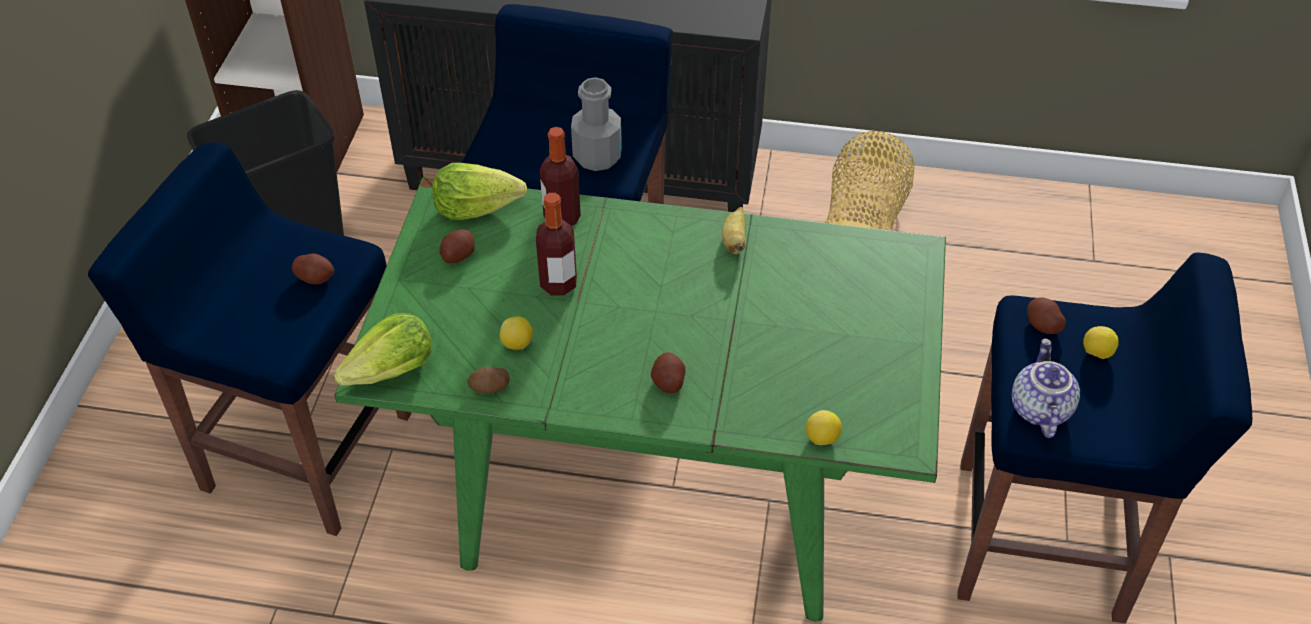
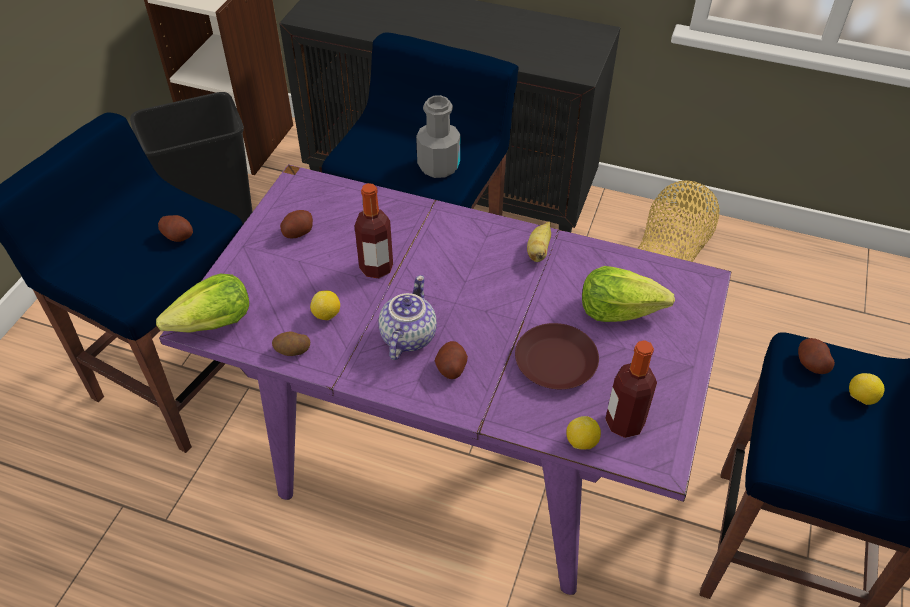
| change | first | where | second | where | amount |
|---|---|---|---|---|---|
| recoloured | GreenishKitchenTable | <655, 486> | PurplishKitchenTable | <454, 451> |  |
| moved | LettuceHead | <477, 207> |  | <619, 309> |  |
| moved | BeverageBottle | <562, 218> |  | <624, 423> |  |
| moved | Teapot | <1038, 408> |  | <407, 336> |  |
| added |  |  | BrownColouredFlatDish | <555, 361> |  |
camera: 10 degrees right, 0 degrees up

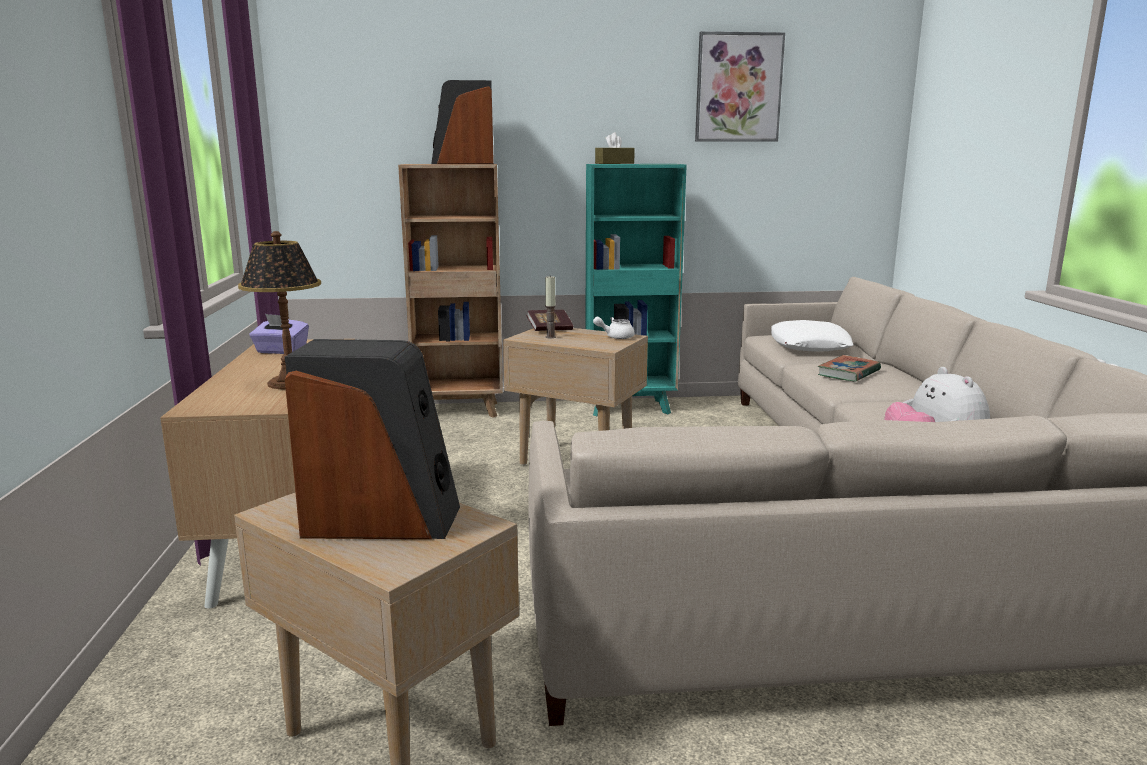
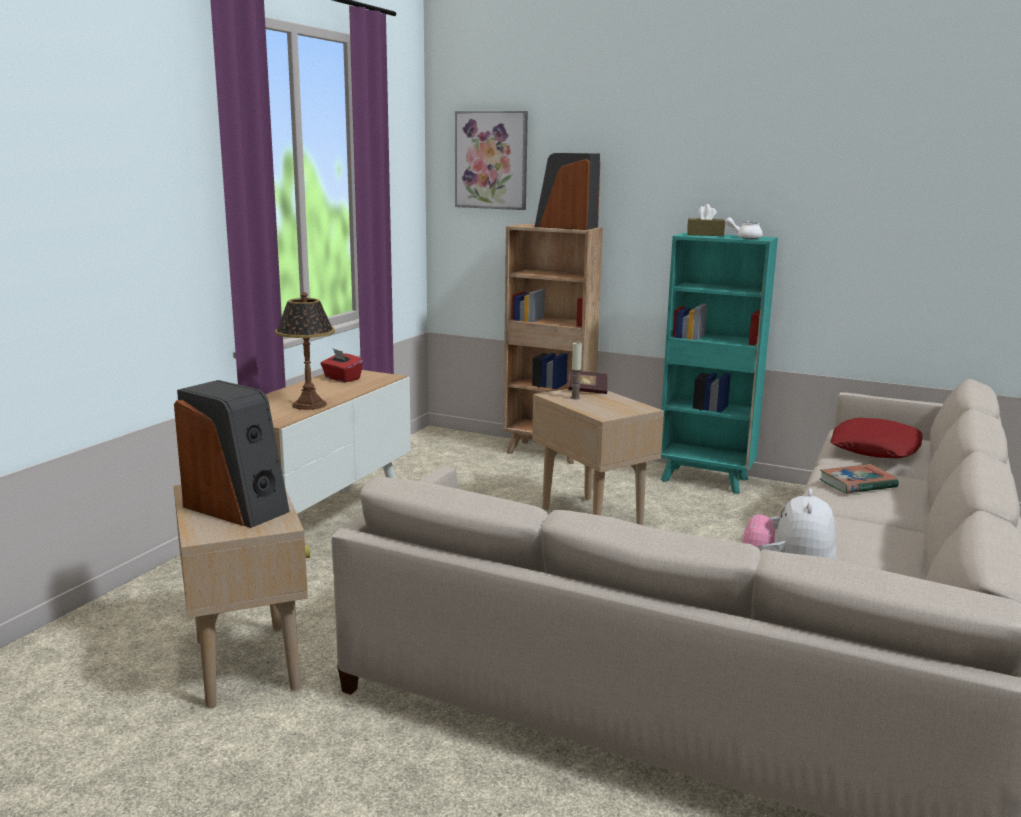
| change | first | where | second | where | amount |
|---|---|---|---|---|---|
| recoloured | PurplishTissueBox | <281, 351> | RedTissueBox | <342, 378> |  |
| moved | WhiteColouredTeapot | <615, 337> |  | <745, 237> |  |
| moved | WallArt | <738, 88> |  | <491, 160> |  |
| recoloured | WhiteColouredThrowPillow | <809, 345> | RedThrowPillow | <875, 448> |  |
camera: 30 degrees right, 0 degrees up

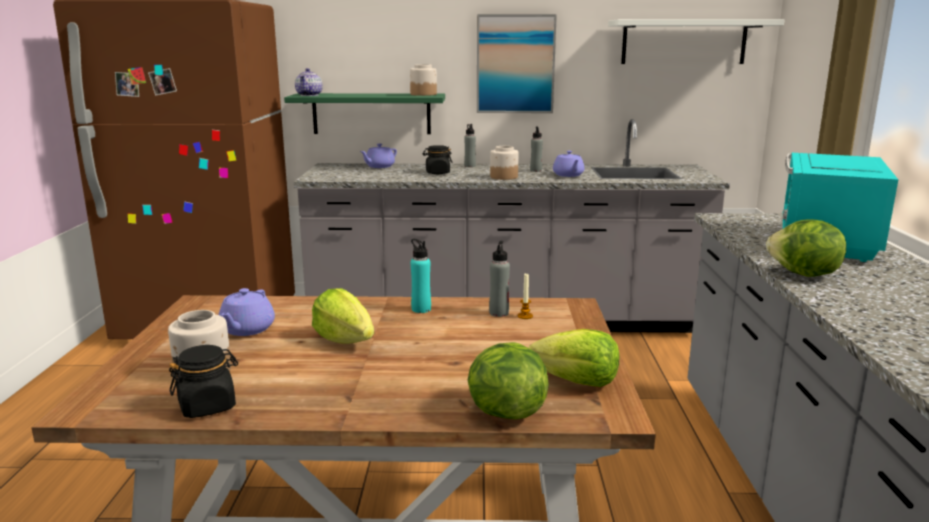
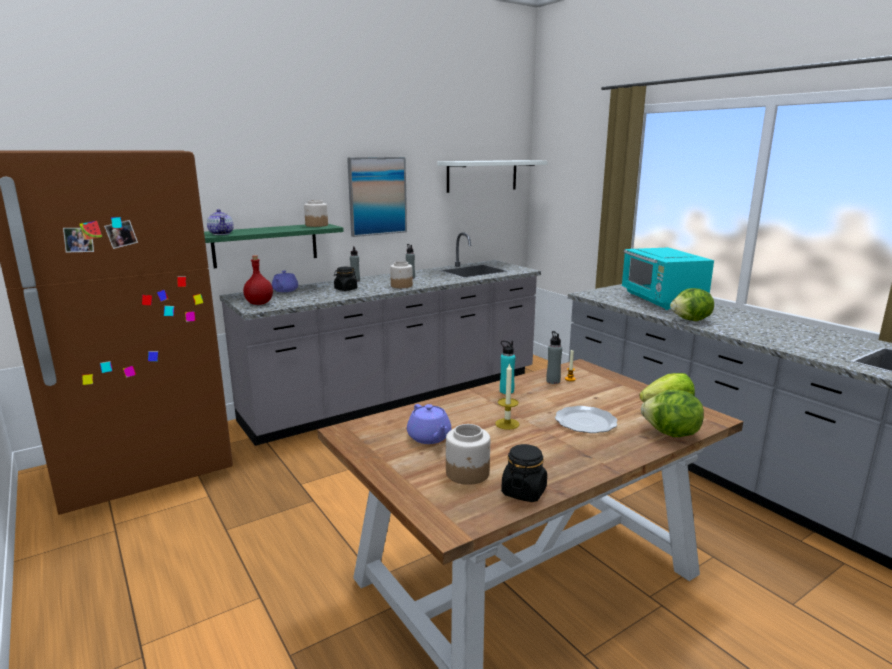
| change | first | where | second | where | amount |
|---|---|---|---|---|---|
| replaced | LettuceHead | <345, 340> | WaxCandle | <507, 424> |  |
| removed | PurplishTeapot | <568, 175> |  |  |  |
| added |  |  | RedBeverageBottle | <259, 303> |  |
| added |  |  | FlatDish | <586, 422> |  |
camera: 35 degrees left, 0 degrees up

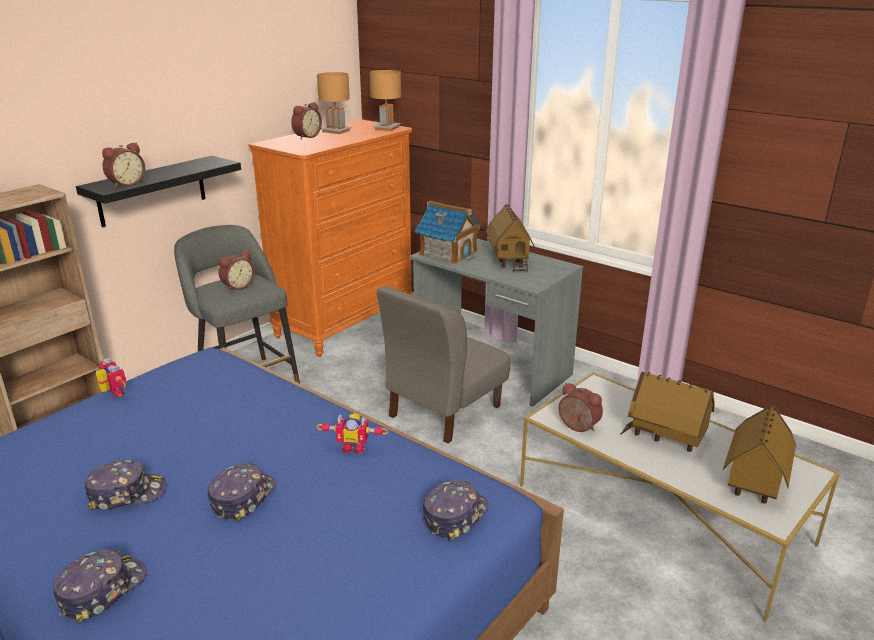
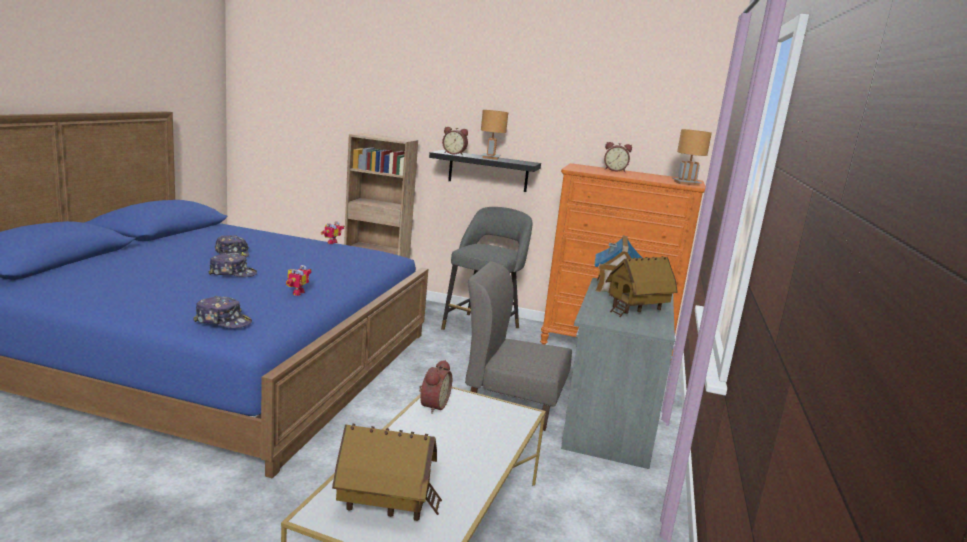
| change | first | where | second | where | amount |
|---|---|---|---|---|---|
| removed | Cap | <102, 590> |  |  |  |
| removed | TableClock | <237, 286> |  |  |  |
| moved | BrownColouredTableLamp | <336, 131> |  | <491, 158> |  |
| turned | RobotFigure | <354, 447> |  | <296, 292> | 150 degrees counterclockwise |
| removed | MiniatureHouse | <665, 438> |  |  |  |
camera: 65 degrees right, 10 degrees down

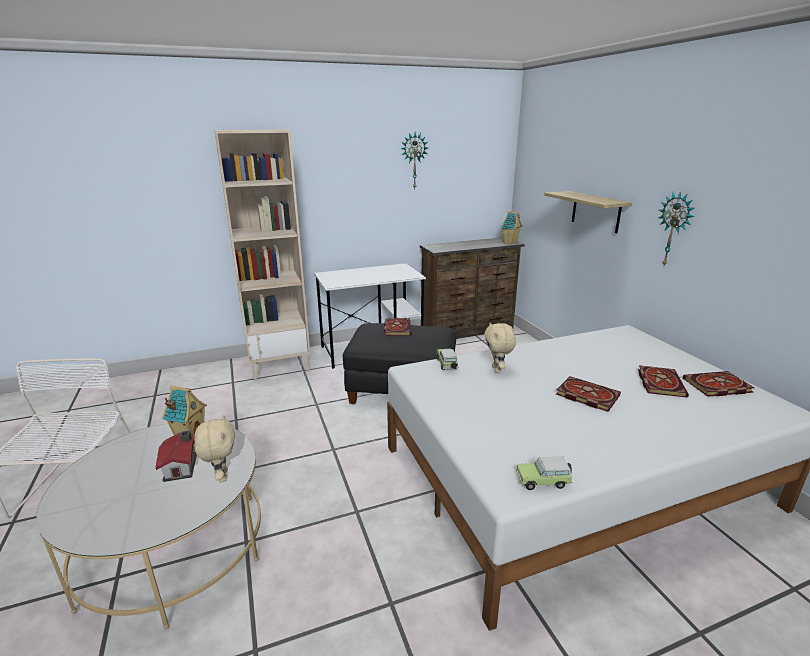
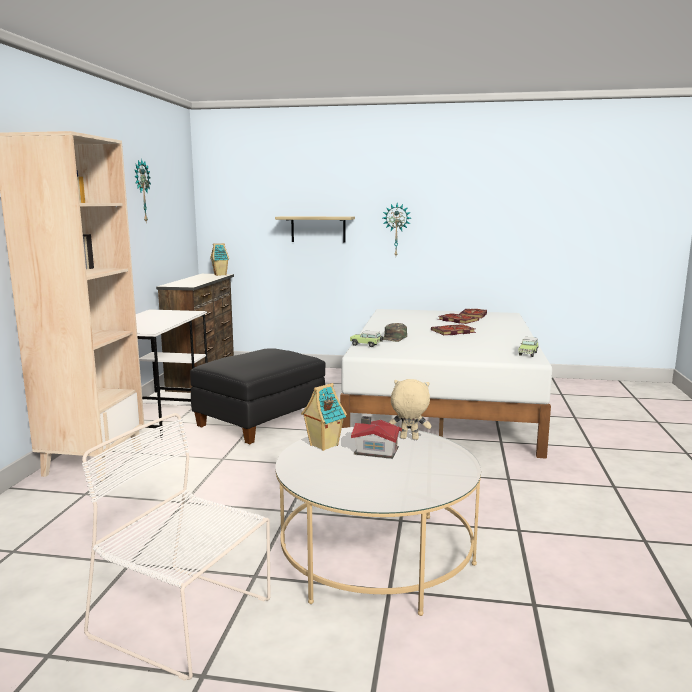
| change | first | where | second | where | amount |
|---|---|---|---|---|---|
| removed | Volume | <396, 328> |  |  |  |
| replaced | SandColouredCuddlyToy | <497, 370> | GreenishCap | <394, 338> |  |
camera: 60 degrees left, 10 degrees down

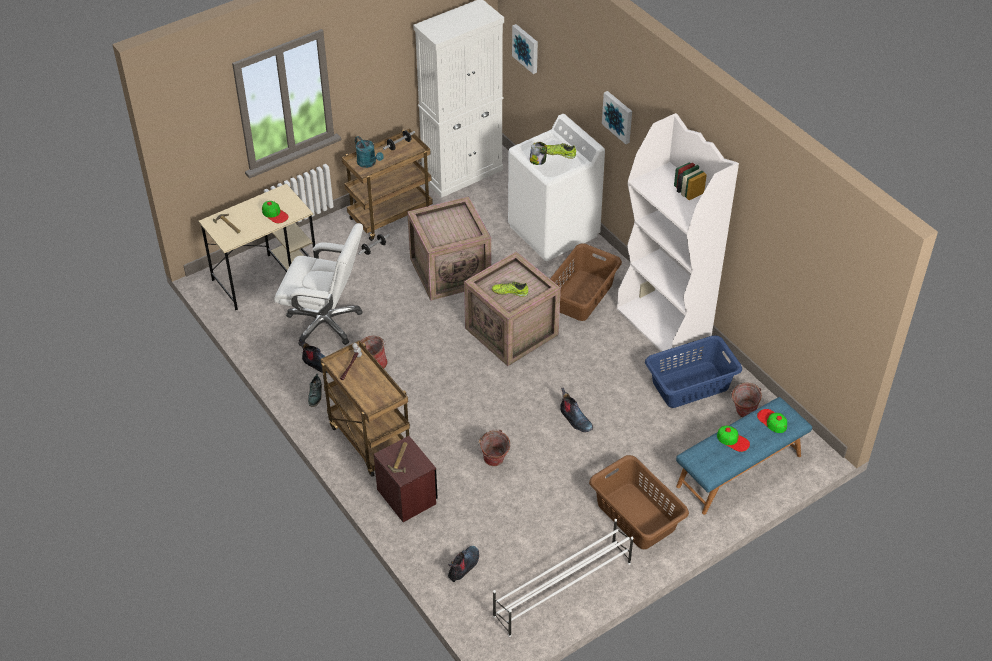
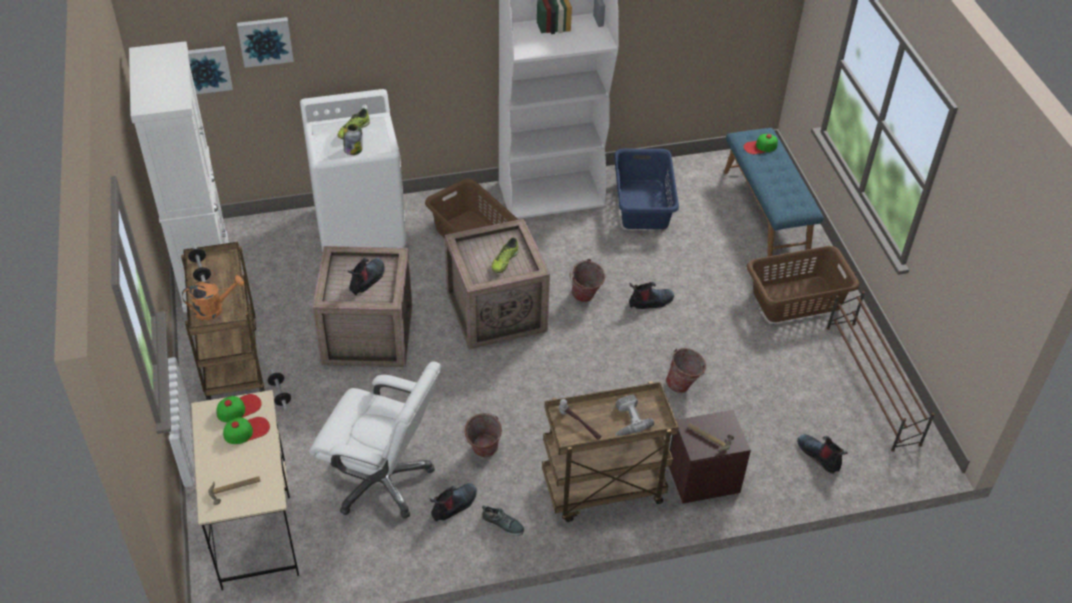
| change | first | where | second | where | amount |
|---|---|---|---|---|---|
| turned | WhiteColouredComputerChair | <325, 322> |  | <382, 480> | 75 degrees clockwise |
| recoloured | TurquoiseColouredWateringPot | <368, 163> | OrangeWateringPot | <214, 309> |  |
| recoloured | WhiteColouredShoeRack | <561, 589> | BrownColouredShoeRack | <872, 385> |  |
| moved | WallArt | <618, 116> |  | <265, 40> |  |
| moved | Cap | <733, 440> |  | <239, 408> |  |
| moved | Pail | <742, 413> |  | <585, 298> |  |
| added |  |  | HighTopBoot | <367, 280> |  |
| added |  |  | ElectricDrill | <627, 420> |  |
camera: 70 degrees left, 0 degrees up

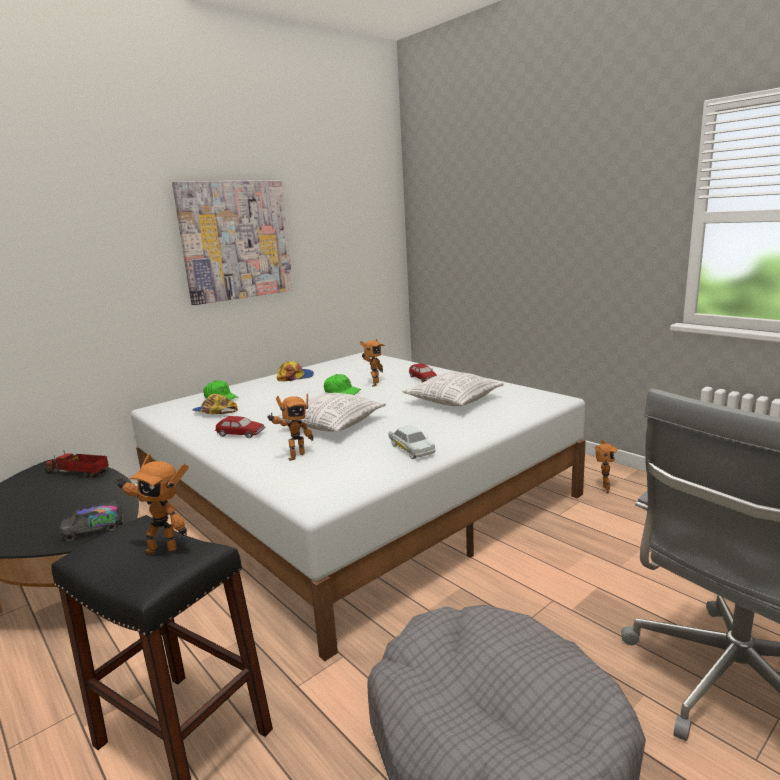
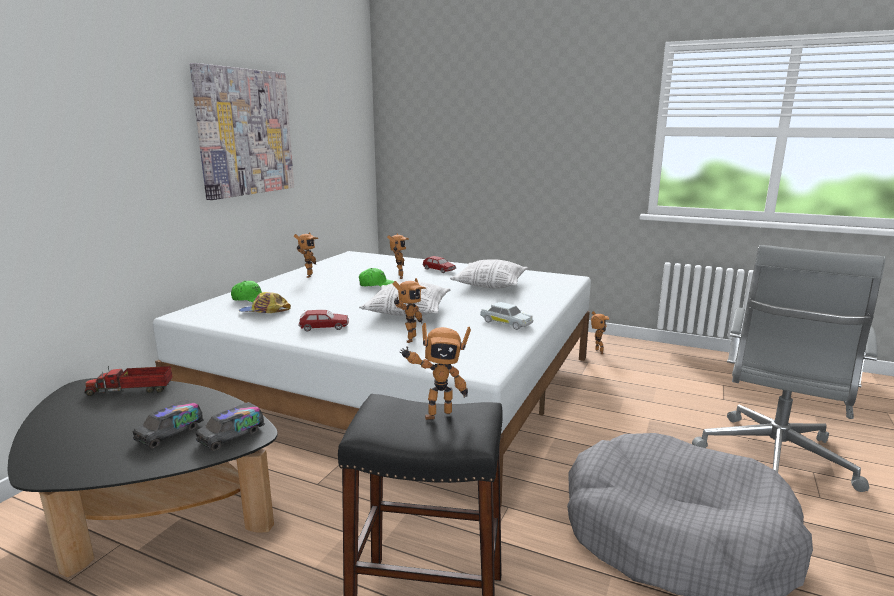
| change | first | where | second | where | amount |
|---|---|---|---|---|---|
| replaced | Cap | <295, 377> | RobotFigure | <307, 276> |  |
| added |  |  | ToyLorry | <170, 433> |  |
camera: 25 degrees left, 0 degrees up

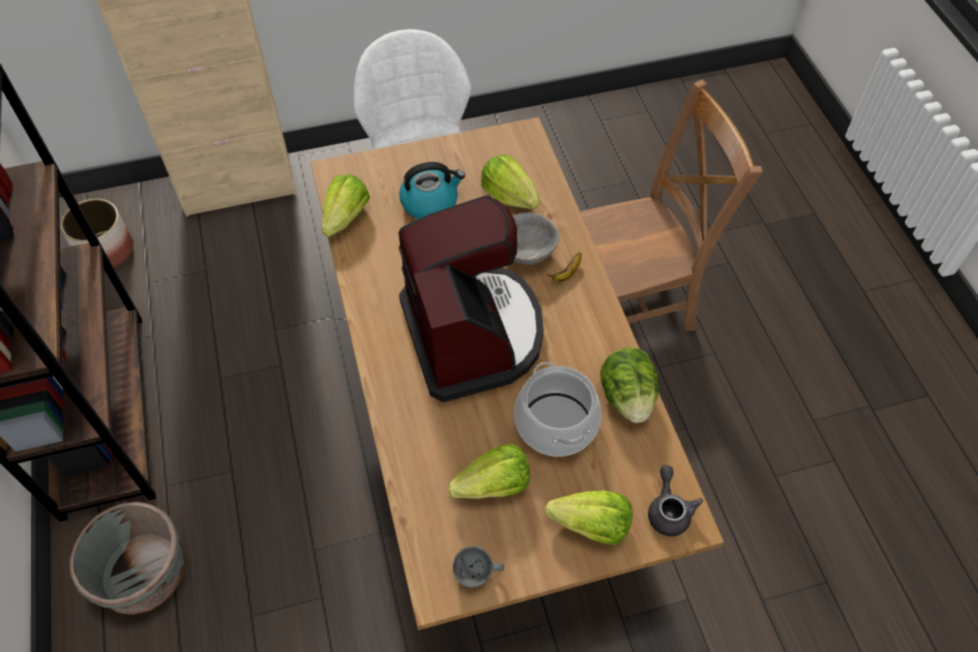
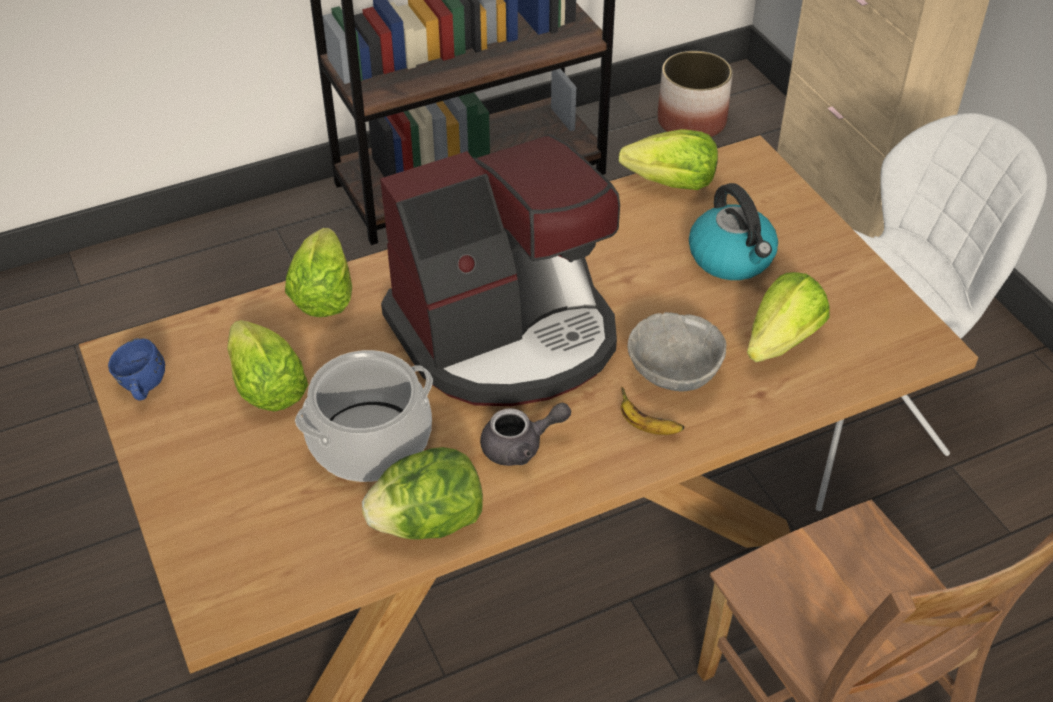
| change | first | where | second | where | amount |
|---|---|---|---|---|---|
| removed | GreyishFlowerPot | <145, 574> |  |  |  |
| recoloured | GreyishCoffeeMug | <478, 575> | BlueColouredCoffeeMug | <140, 388> |  |
| moved | LettuceHead | <591, 526> |  | <323, 295> |  |
| moved | GreyishTeapot | <668, 510> |  | <521, 446> |  |
camera: 80 degrees right, 10 degrees down

